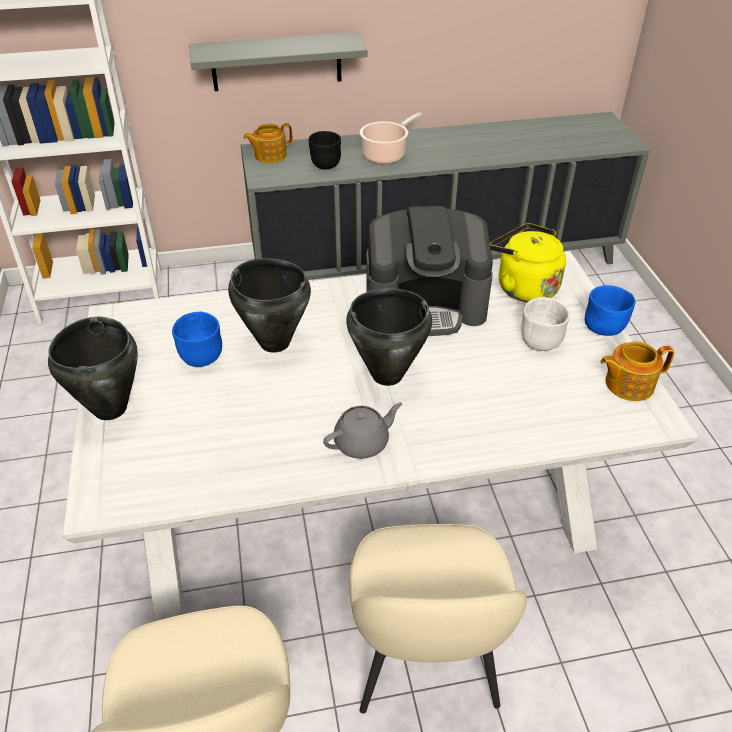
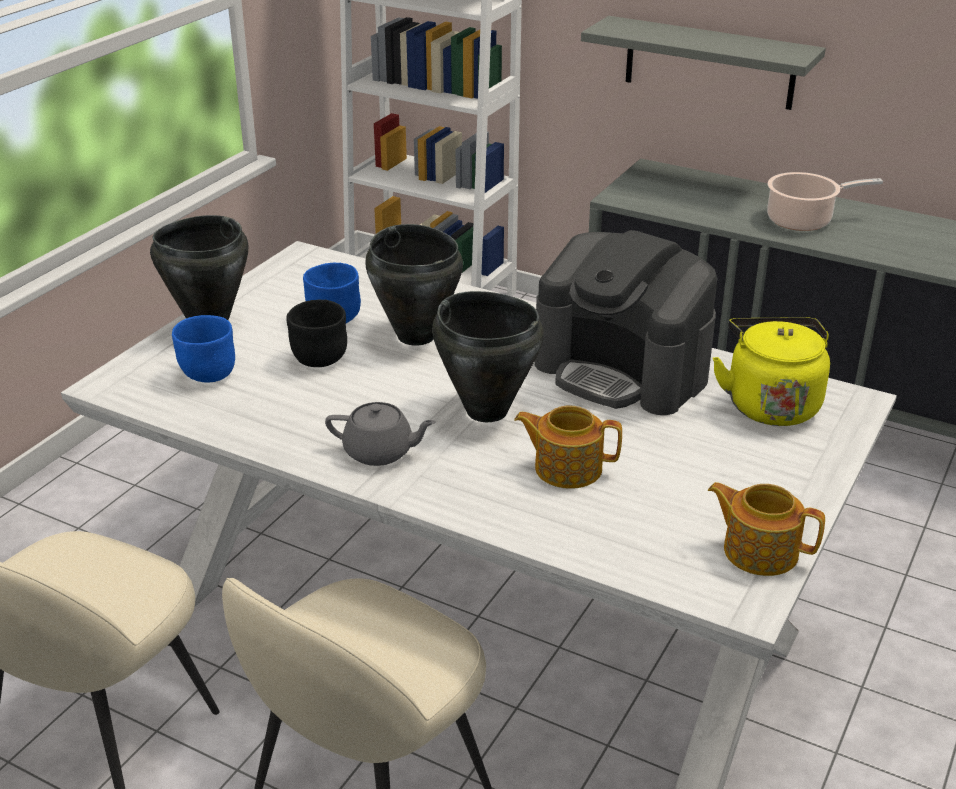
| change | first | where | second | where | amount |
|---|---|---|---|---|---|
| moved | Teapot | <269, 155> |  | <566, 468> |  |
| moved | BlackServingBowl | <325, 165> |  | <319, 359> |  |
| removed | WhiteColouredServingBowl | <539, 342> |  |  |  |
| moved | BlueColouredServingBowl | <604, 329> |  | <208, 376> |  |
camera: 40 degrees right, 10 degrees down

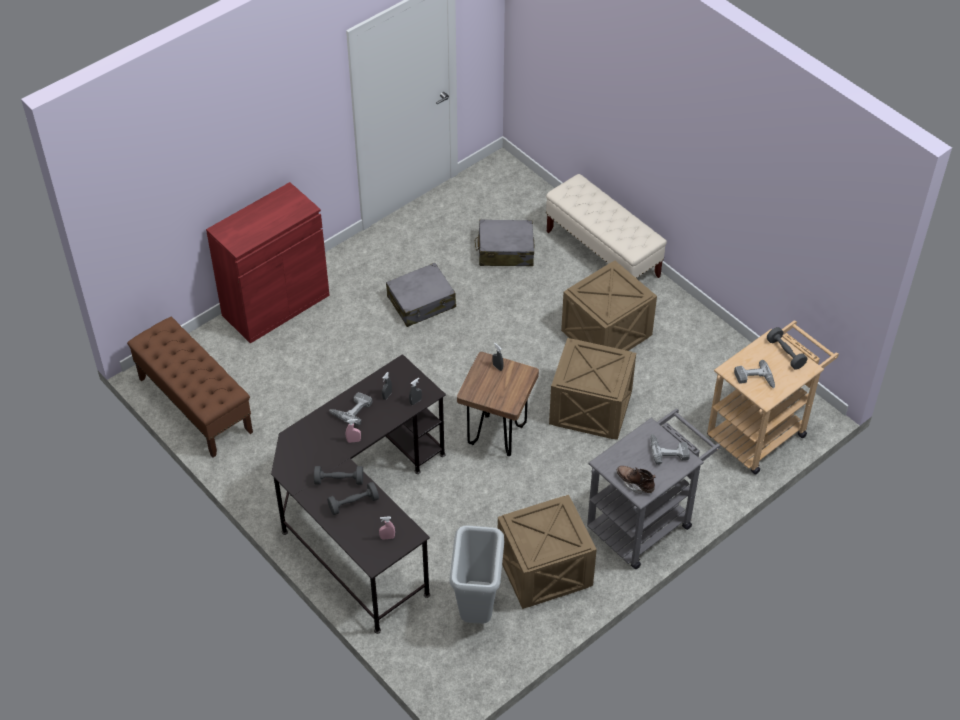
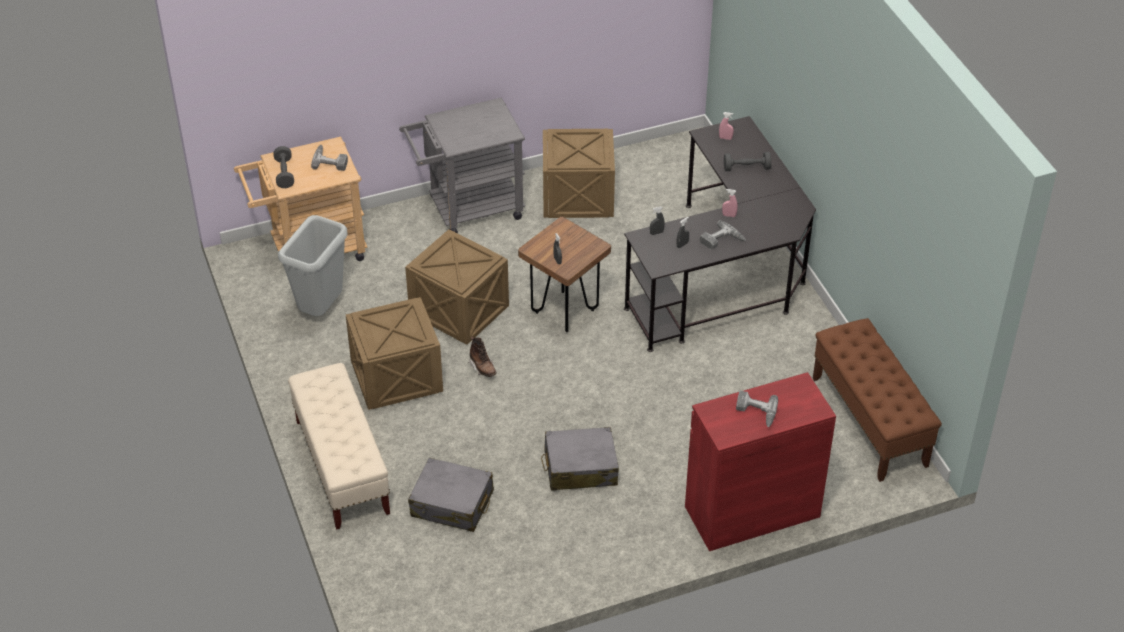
| change | first | where | second | where | amount |
|---|---|---|---|---|---|
| removed | GreyishHandWeight | <339, 480> |  |  |  |
| moved | GreyishWasteBin | <476, 609> |  | <322, 310> |  |
| moved | BrownColouredHighTopBoot | <635, 483> |  | <482, 368> |  |
| moved | ElectricDrill | <668, 450> |  | <755, 412> |  |
camera: 160 degrees left, 5 degrees down

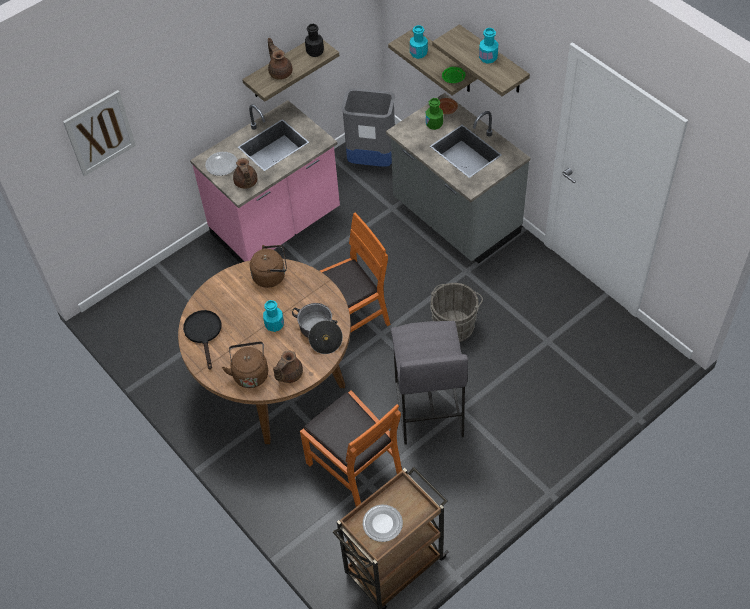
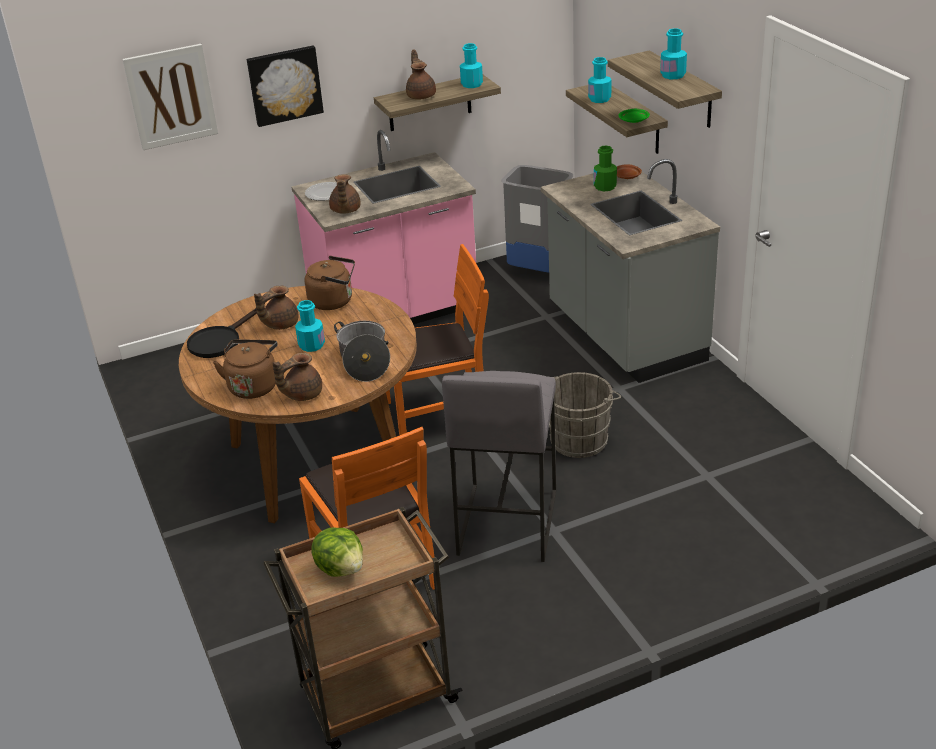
| change | first | where | second | where | amount |
|---|---|---|---|---|---|
| turned | BlackFryingPan | <204, 333> |  | <219, 341> | 150 degrees counterclockwise |
| recoloured | BlackBeverageBottle | <315, 51> | TurquoiseColouredBeverageBottle | <471, 84> |  |
| replaced | FlatDish | <382, 523> | LettuceHead | <341, 568> |  |
| added |  |  | WallArt | <284, 85> |  |
| added |  |  | BrownColouredTeapot | <280, 324> |  |
camera: 15 degrees right, 20 degrees down

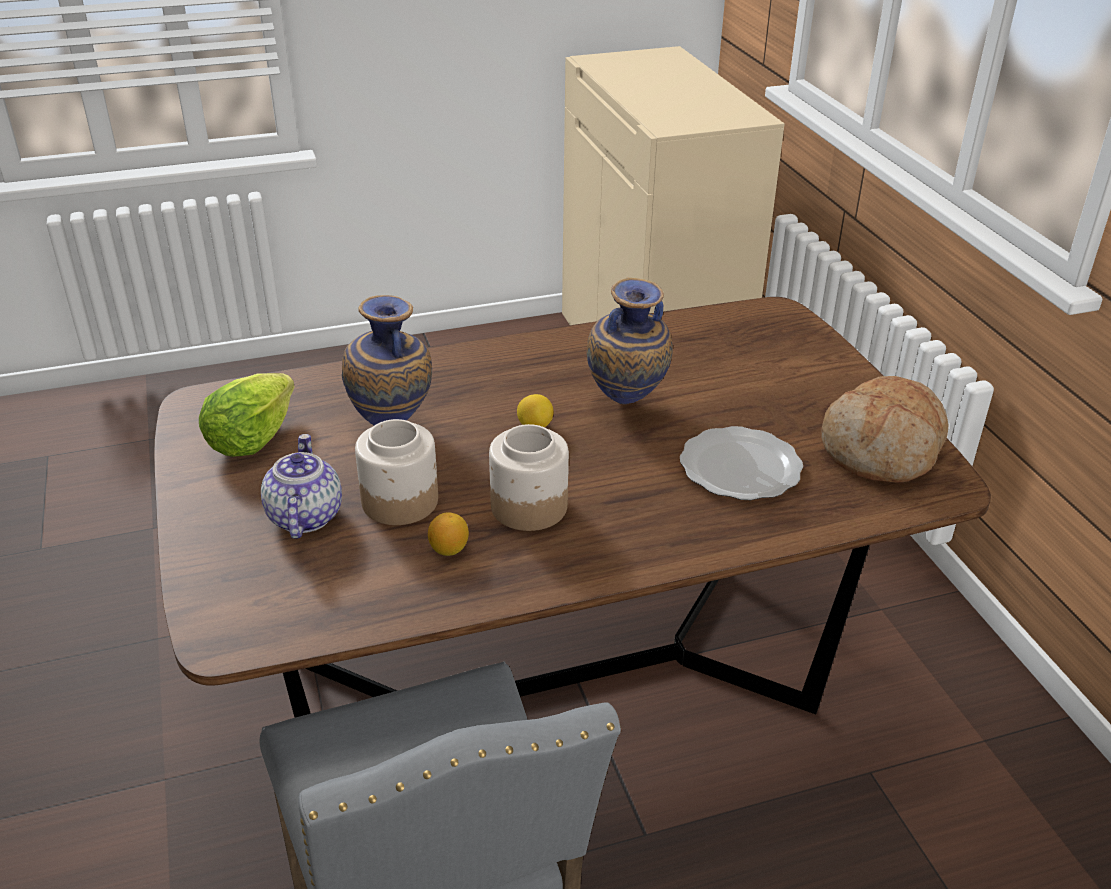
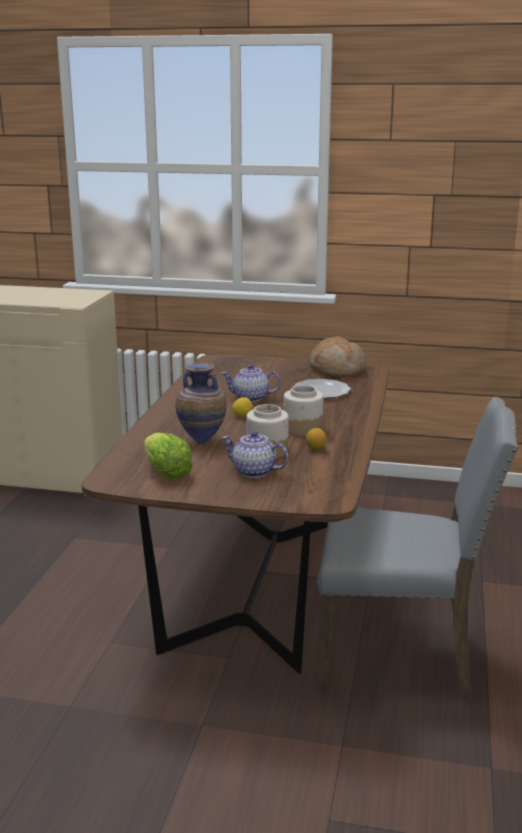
| change | first | where | second | where | amount |
|---|---|---|---|---|---|
| replaced | Vase | <626, 406> | Teapot | <250, 398> |  |
camera: 60 degrees left, 15 degrees down

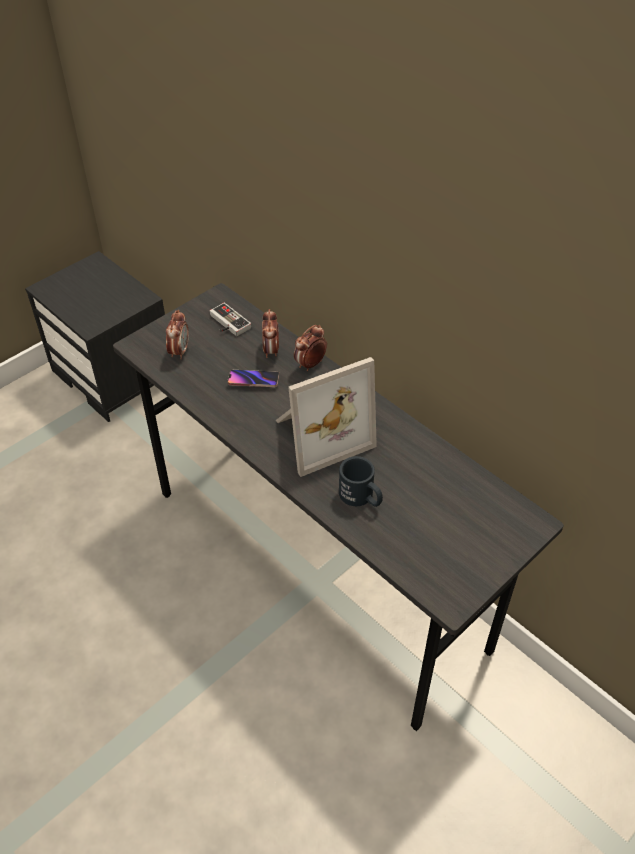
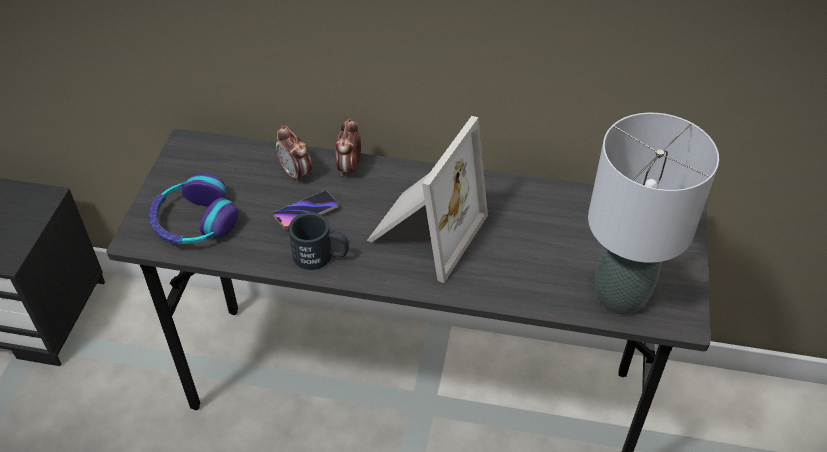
| change | first | where | second | where | amount |
|---|---|---|---|---|---|
| replaced | TableClock | <179, 351> | PairOfHeadphones | <194, 221> |  |
| removed | Gamepad | <227, 323> |  |  |  |
| moved | BlackCoffeeMug | <361, 497> |  | <321, 256> |  |
| added |  |  | GreyishTableLamp | <620, 297> |  |
camera: 35 degrees left, 0 degrees up

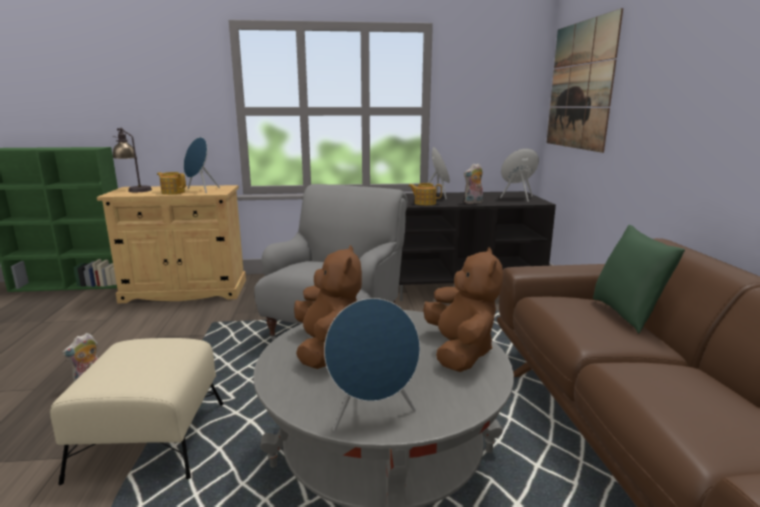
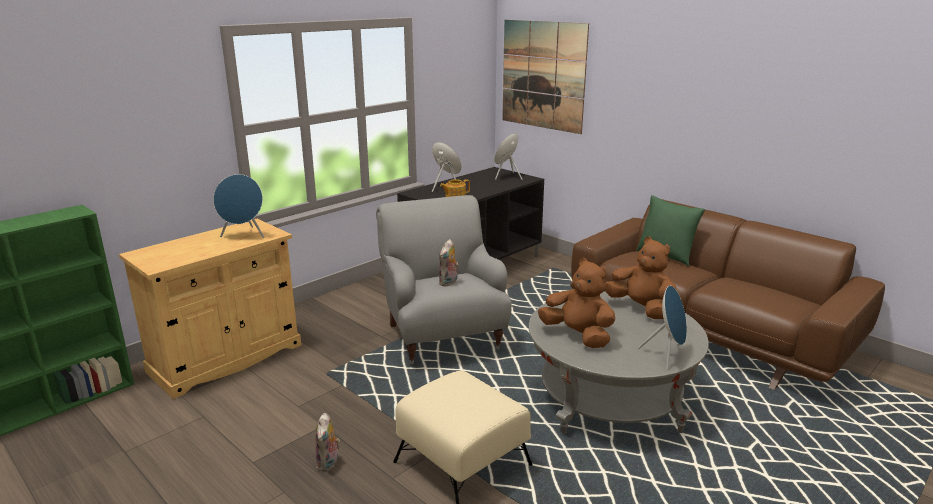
| change | first | where | second | where | amount |
|---|---|---|---|---|---|
| removed | TableLamp | <134, 189> |  |  |  |
| removed | Teapot | <173, 192> |  |  |  |
| moved | CuddlyToy | <473, 202> |  | <449, 282> |  |
camera: 40 degrees left, 5 degrees up

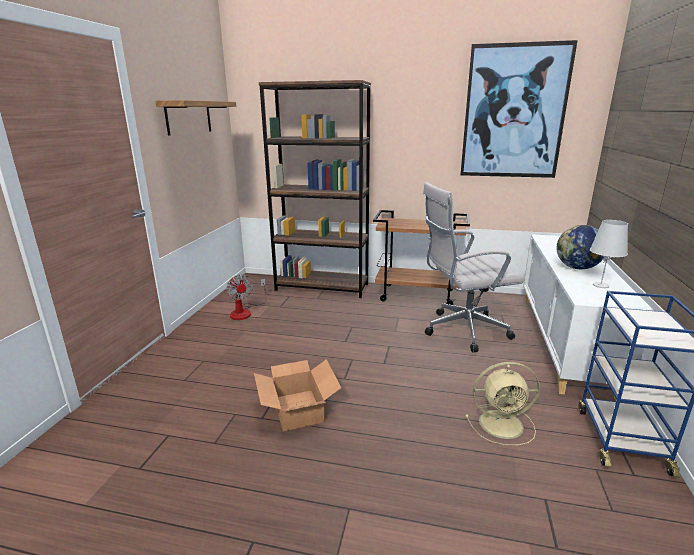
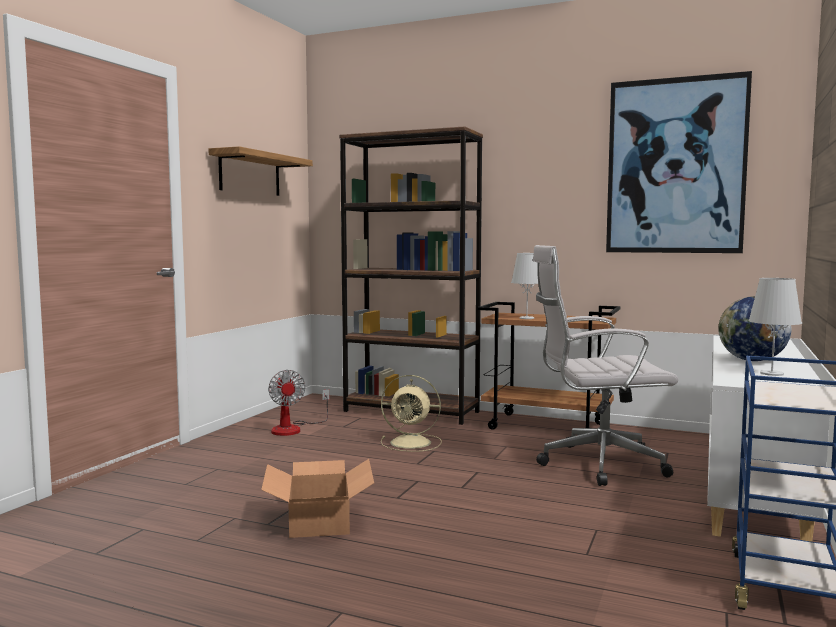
| change | first | where | second | where | amount |
|---|---|---|---|---|---|
| moved | SandColouredFan | <502, 424> |  | <412, 443> |  |
| added |  |  | WhiteColouredTableLamp | <526, 318> |  |
camera: 10 degrees right, 15 degrees down

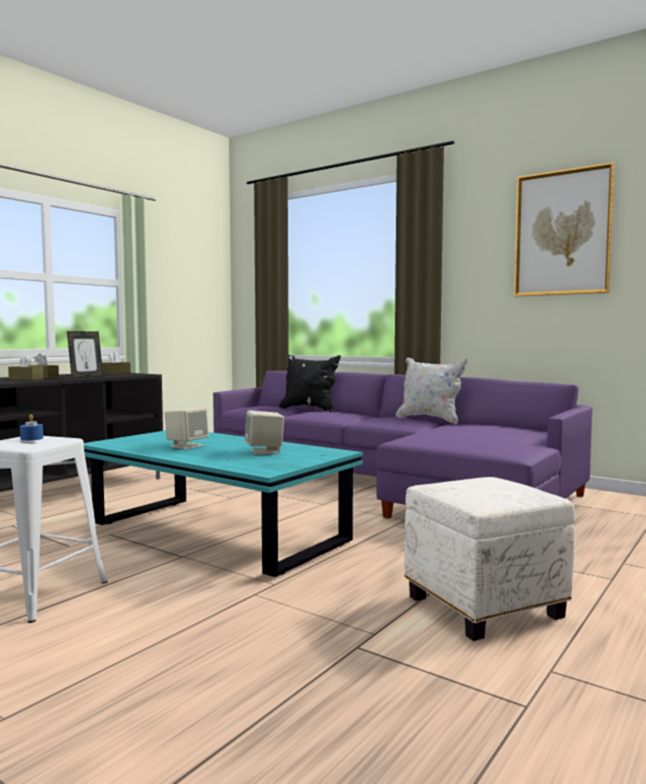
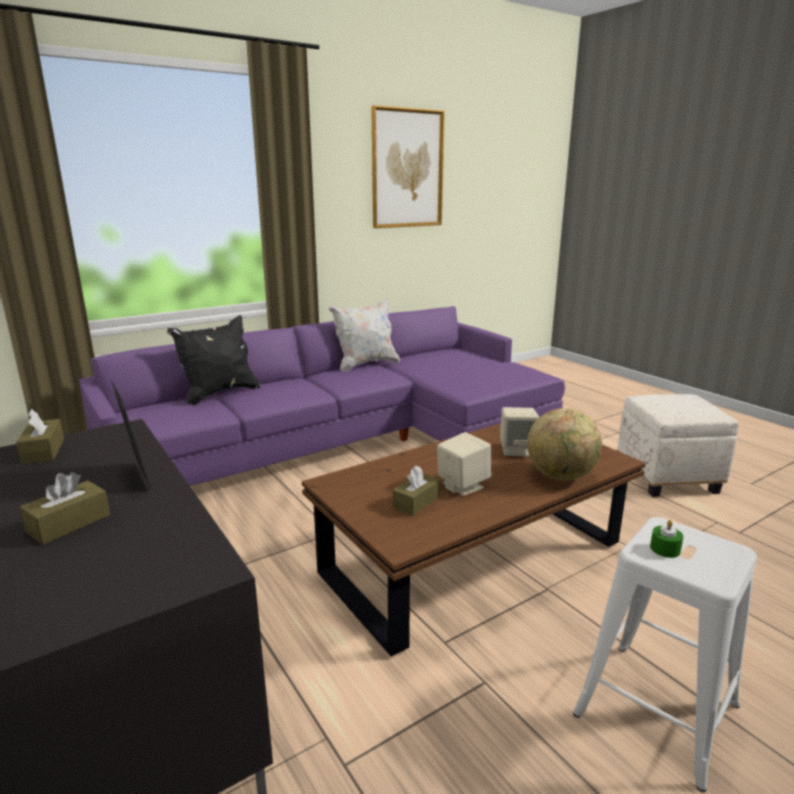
| change | first | where | second | where | amount |
|---|---|---|---|---|---|
| moved | BrownColouredTissueBox | <26, 379> |  | <416, 502> |  |
| recoloured | BlueColouredWaxCandle | <32, 438> | GreenishWaxCandle | <665, 549> |  |
| recoloured | TurquoiseColouredLoungeTable | <216, 533> | BrownColouredLoungeTable | <475, 559> |  |
| added |  |  | DeskGlobe | <561, 476> |  |
camera: 70 degrees left, 15 degrees up

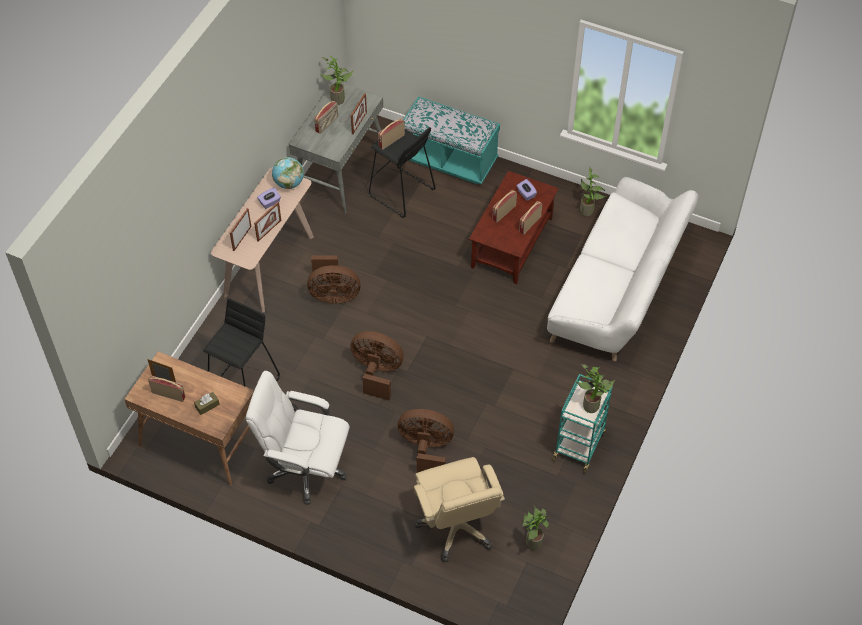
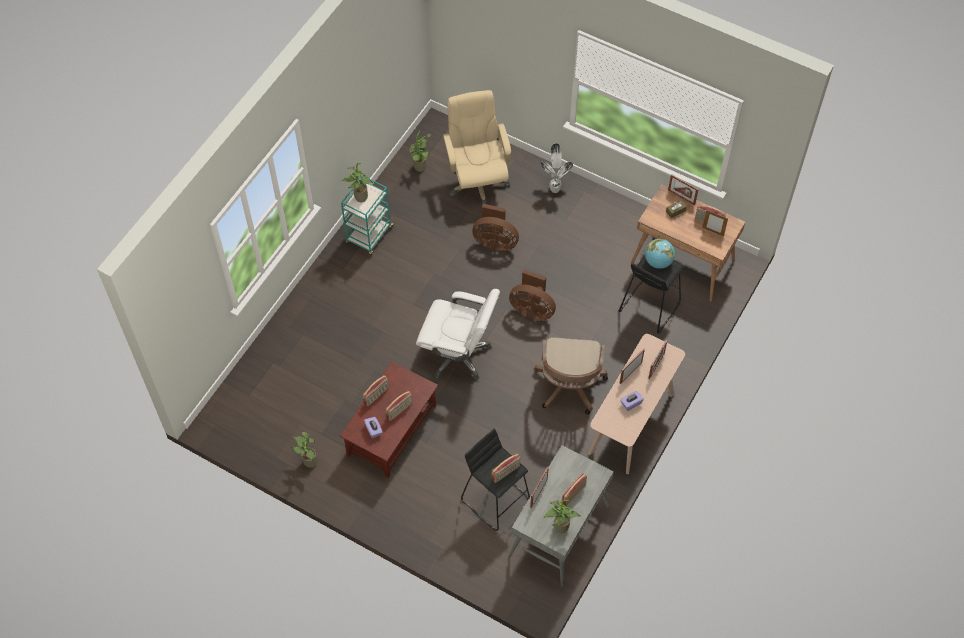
| change | first | where | second | where | amount |
|---|---|---|---|---|---|
| moved | WhiteColouredComputerChair | <305, 469> |  | <458, 355> |  |
| moved | DeskGlobe | <289, 183> |  | <658, 262> |  |
| replaced | BrownColouredFan | <333, 294> | BrownColouredComputerChair | <569, 388> |  |
| removed | TurquoiseColouredIndoorBench | <449, 160> |  |  |  |
| removed | WhiteColouredCouch | <617, 293> |  |  |  |
| added |  |  | PottedPlant | <555, 188> |  |
| added |  |  | PictureFrame | <681, 197> |  |
camera: 175 degrees left, 5 degrees up

